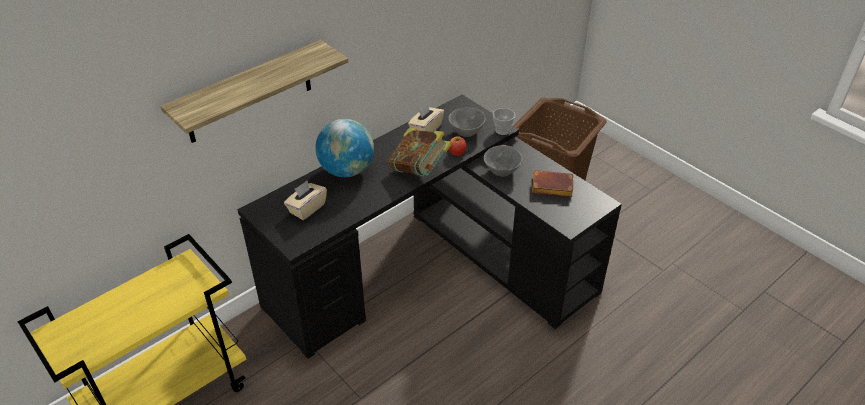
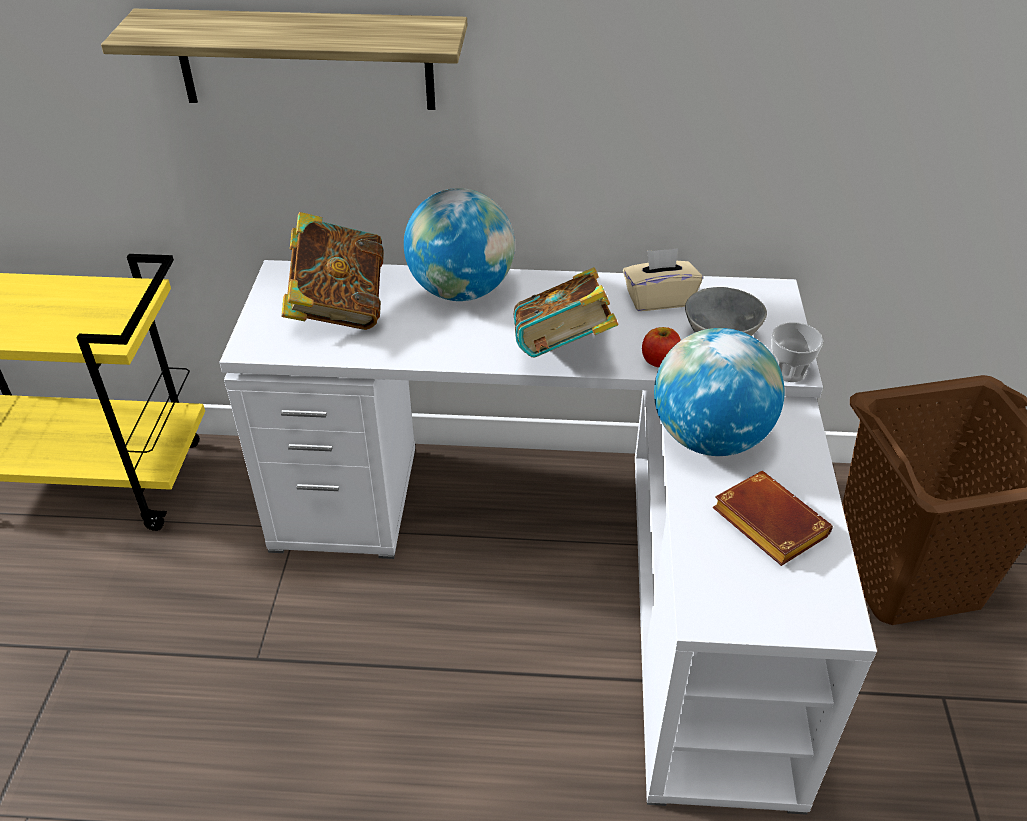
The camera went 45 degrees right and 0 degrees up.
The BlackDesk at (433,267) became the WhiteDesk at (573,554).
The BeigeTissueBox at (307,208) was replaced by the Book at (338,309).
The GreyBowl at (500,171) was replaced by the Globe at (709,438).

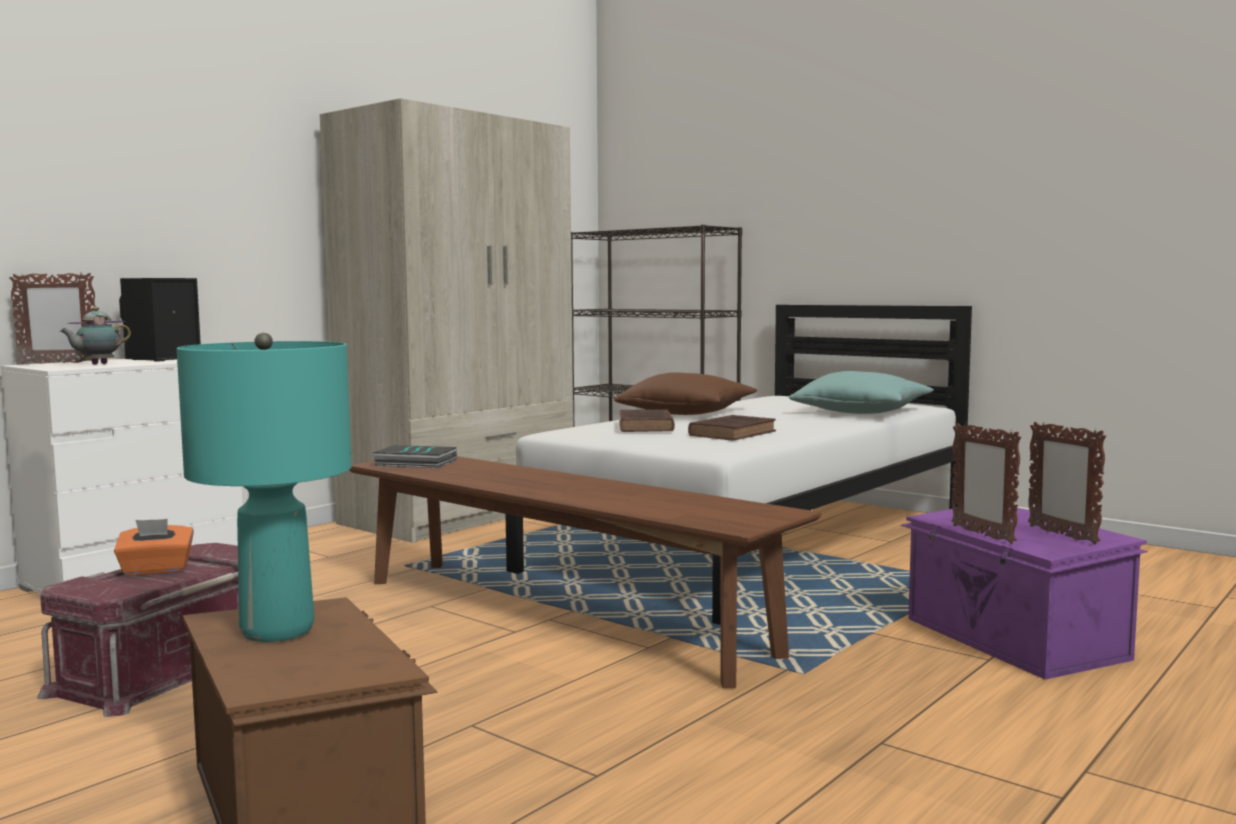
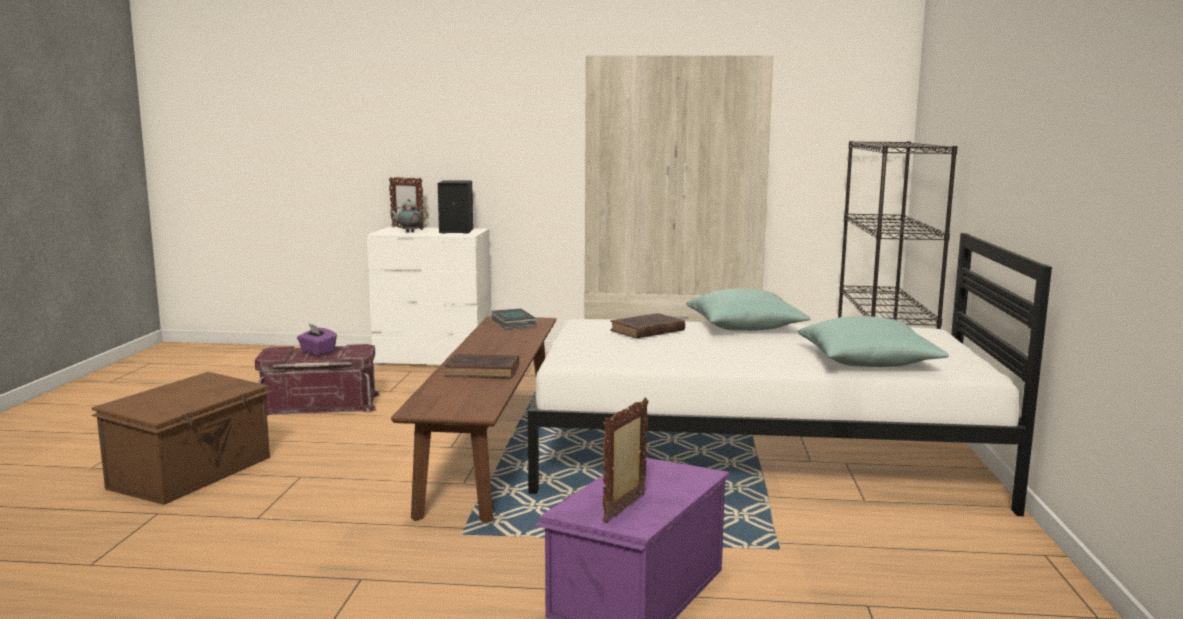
The camera went 55 degrees right and 5 degrees up.
The OrangeTissueBox at (156,570) became the PurpleTissueBox at (317,351).
The TurquoiseTableLamp at (278,630) disappeared.
The BrownPillow at (687,413) became the TurquoisePillow at (745,327).
The BrownBook moved from (734,433) to (484,371).
The PictureFrame at (982,534) disappeared.

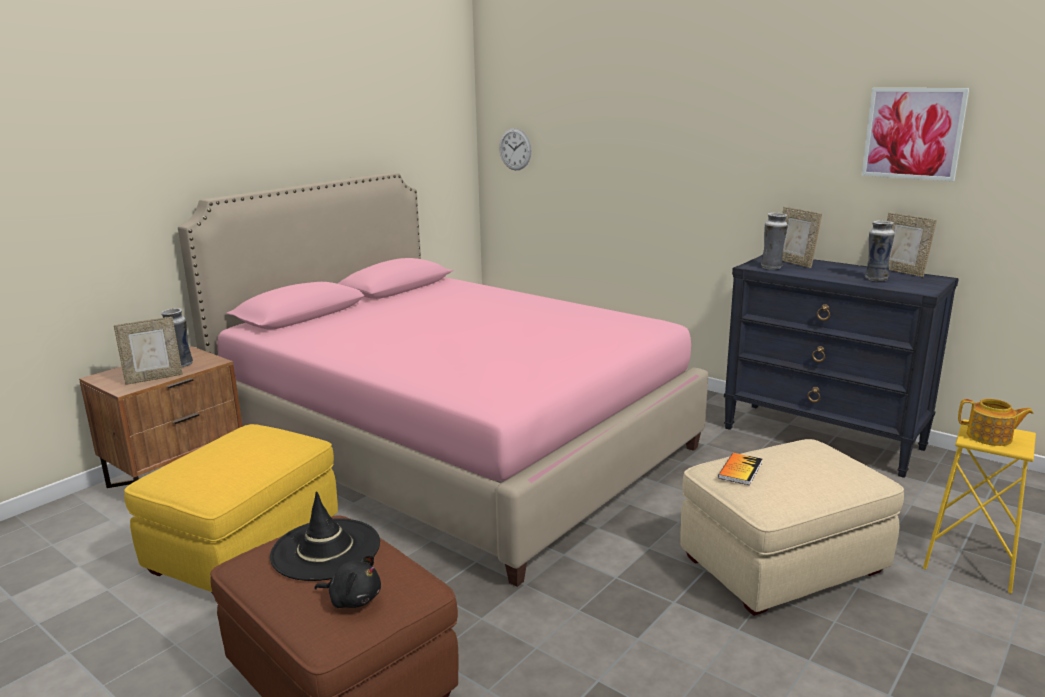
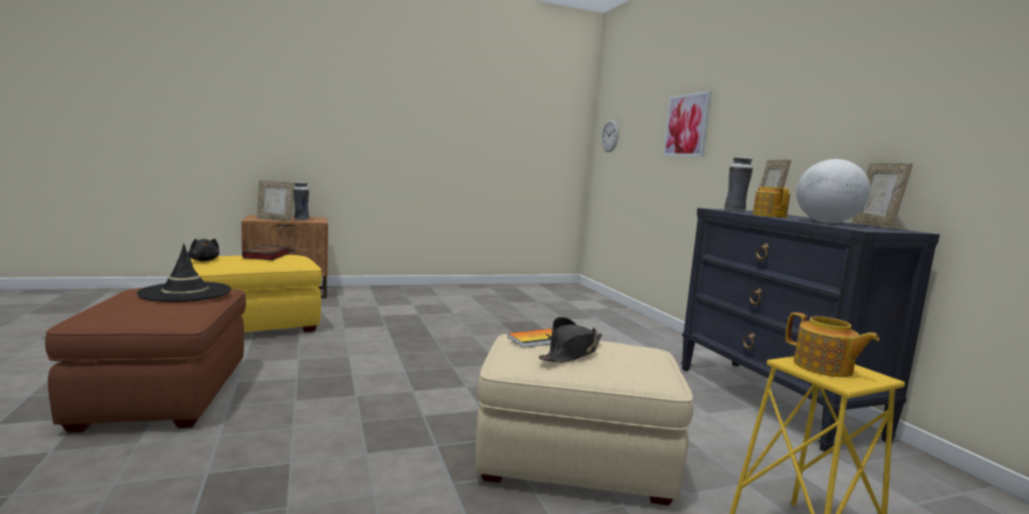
The camera went 30 degrees right and 10 degrees down.
The PinkBed at (453,445) disappeared.
The BlackPlushToy moved from (353,599) to (204,260).
The Picture moved from (913,133) to (687,125).
The Vase at (875,279) was replaced by the Globe at (827,222).
The Book at (267,256) appeared.
The BlackHat at (571,353) appeared.
The Teapot at (769,216) appeared.

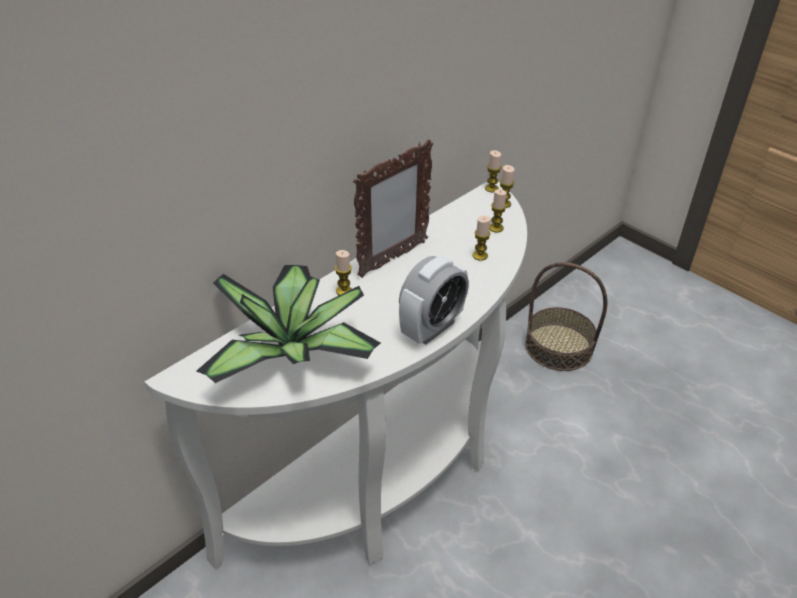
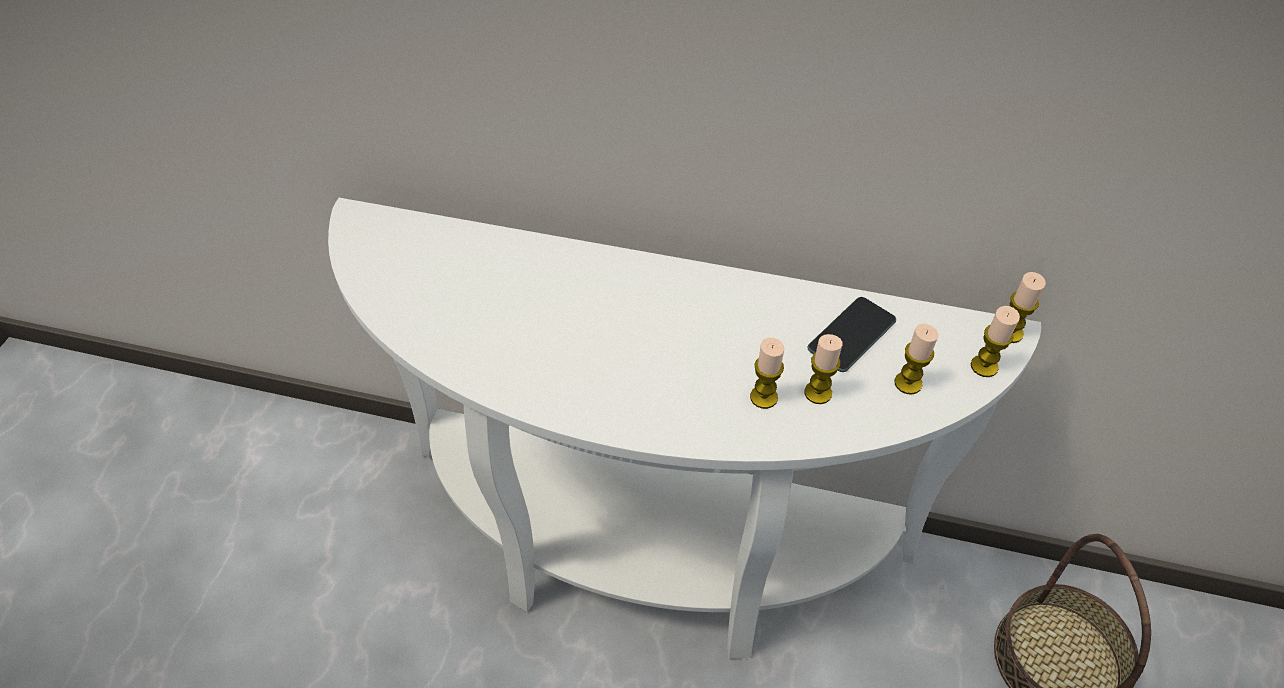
The camera went 60 degrees right and 10 degrees up.
The PottedPlant at (293,349) disappeared.
The Candle moved from (344,291) to (763,397).
The PictureFrame at (392,259) disappeared.
The AlarmClock at (431,328) disappeared.
The Phone at (851,335) appeared.

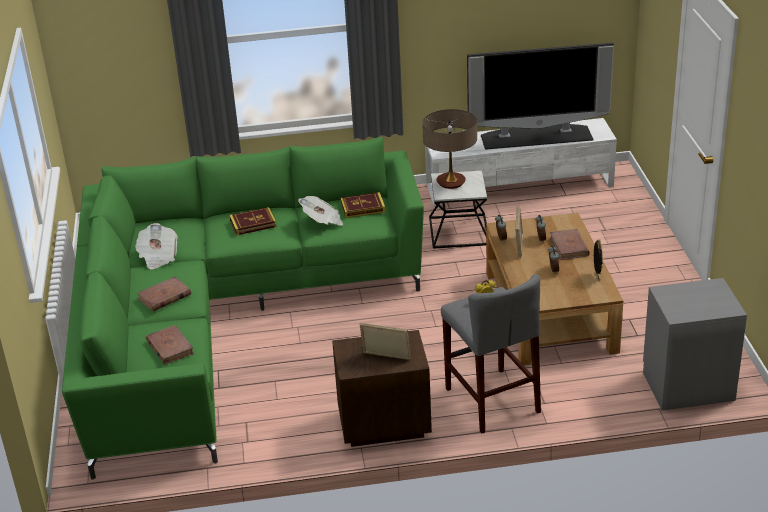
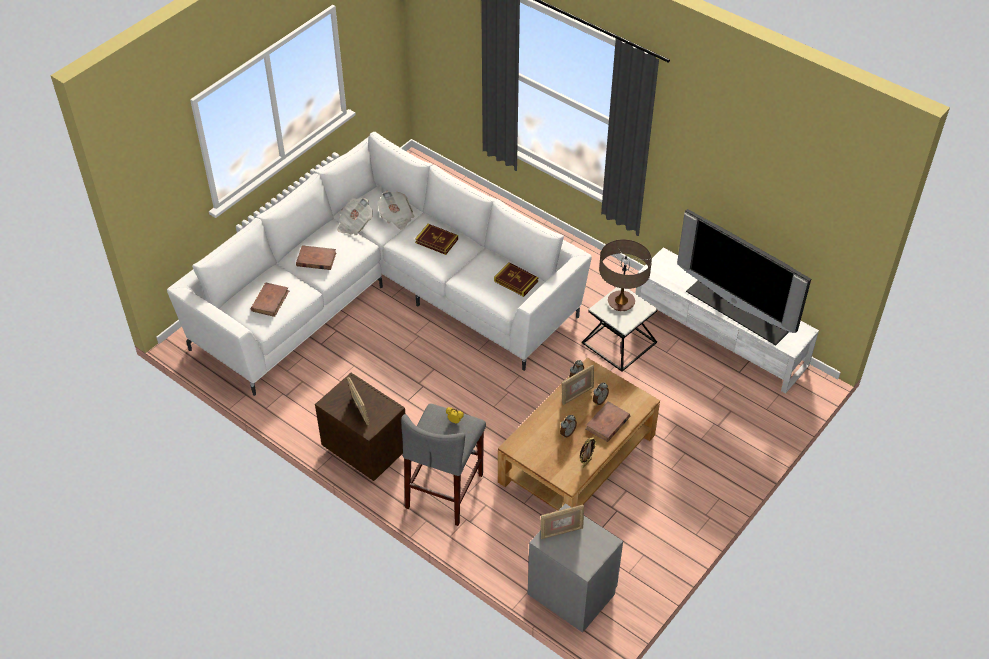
The camera went 45 degrees right and 15 degrees up.
The GreenSofa at (219,322) became the WhiteSofa at (383,294).
The Newspaper moved from (322,221) to (396,217).
The PictureFrame at (561,531) appeared.

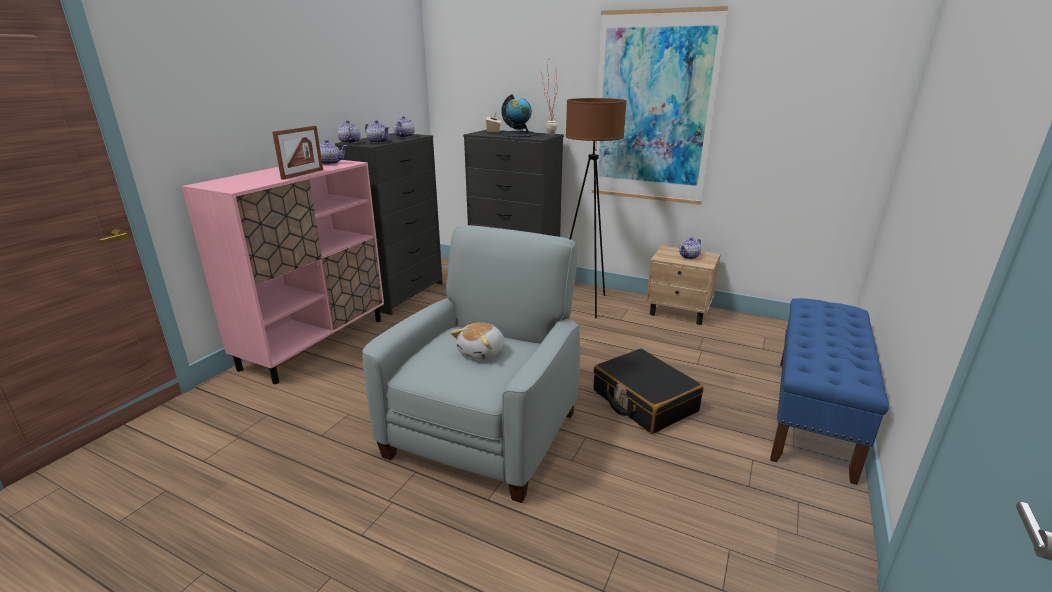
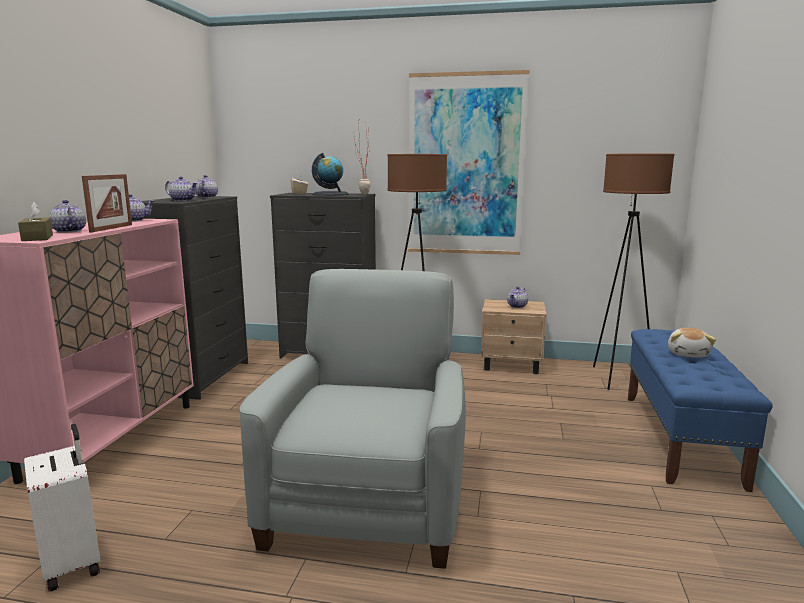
The camera went 15 degrees left and 10 degrees down.
The Teapot moved from (349,142) to (68,231).
The PlushToy moved from (482,352) to (688,354).
The BlackSuitcase at (643,401) disappeared.
The BrownTissueBox at (37,238) appeared.
The WhiteSuitcase at (74,564) appeared.
The BrownFloorLamp at (617,378) appeared.

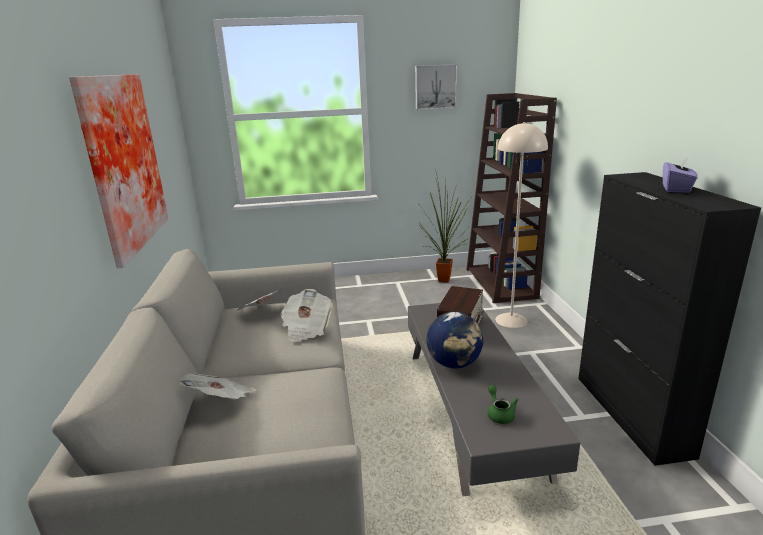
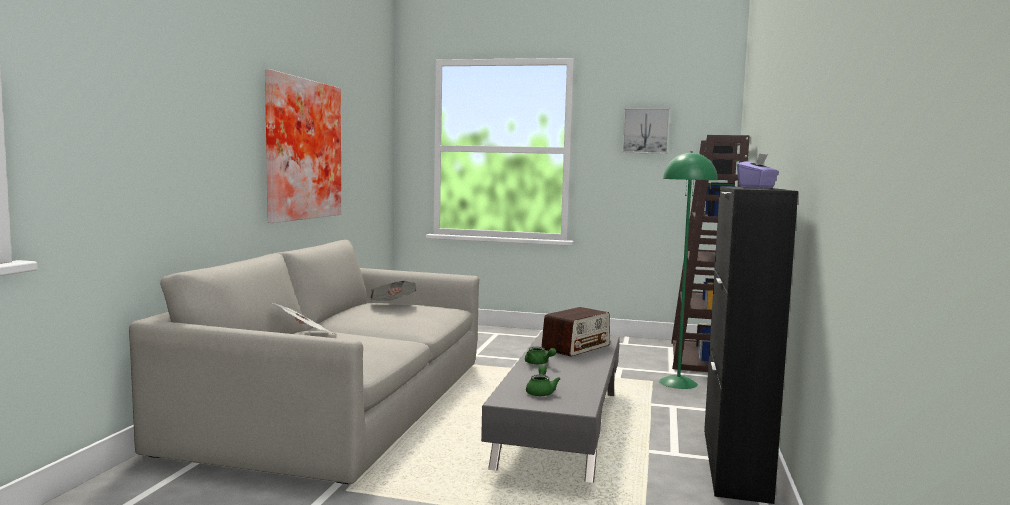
The camera went 20 degrees right and 15 degrees down.
The Newspaper at (306,328) disappeared.
The PottedPlant at (445,279) disappeared.
The Globe at (454,364) was replaced by the GreenTeapot at (538,363).
The BeigeFloorLamp at (510,320) became the GreenFloorLamp at (677,382).

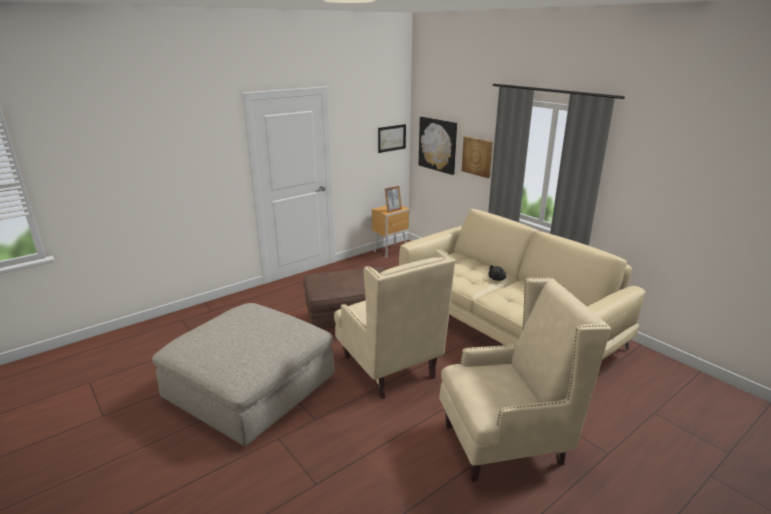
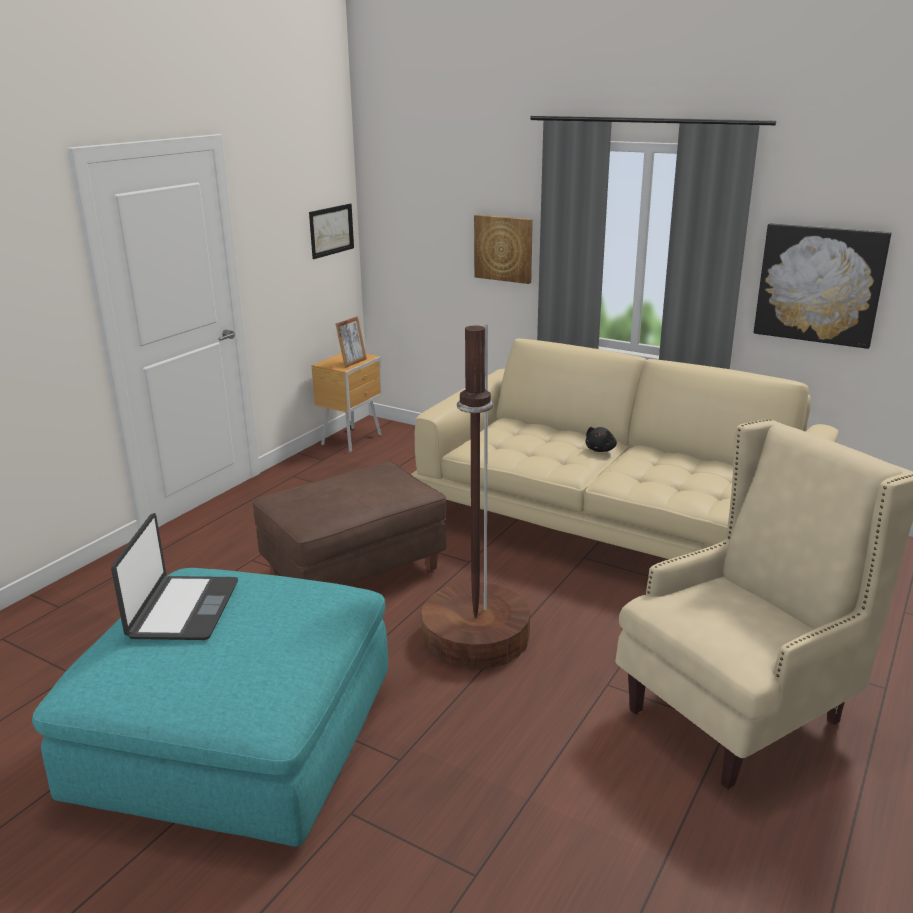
The camera went 20 degrees left and 0 degrees up.
The BeigeOttoman at (251,388) became the TurquoiseOttoman at (237,735).
The BeigeArmchair at (389,368) was replaced by the BrownFloorLamp at (475,637).
The Picture moved from (438,145) to (819,284).
The Laptop at (182,609) appeared.

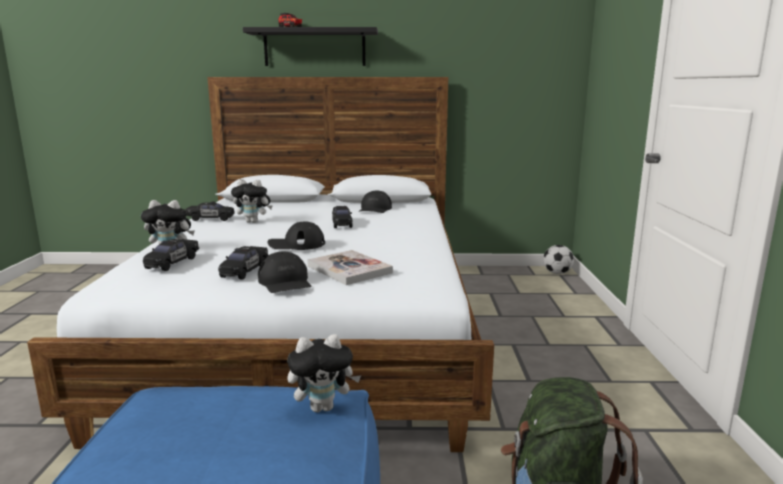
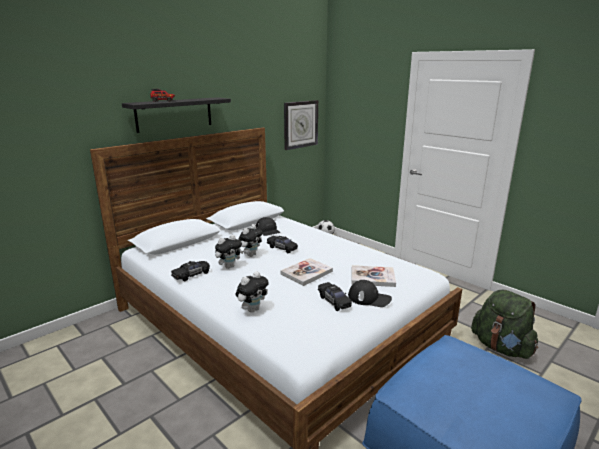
The camera went 45 degrees left and 5 degrees up.
The BlackToyCar at (172,263) disappeared.
The BlackCap at (296,244) was replaced by the Book at (306,273).
The PlushToy moved from (323,407) to (250,255).
The WallClock at (300,124) appeared.

